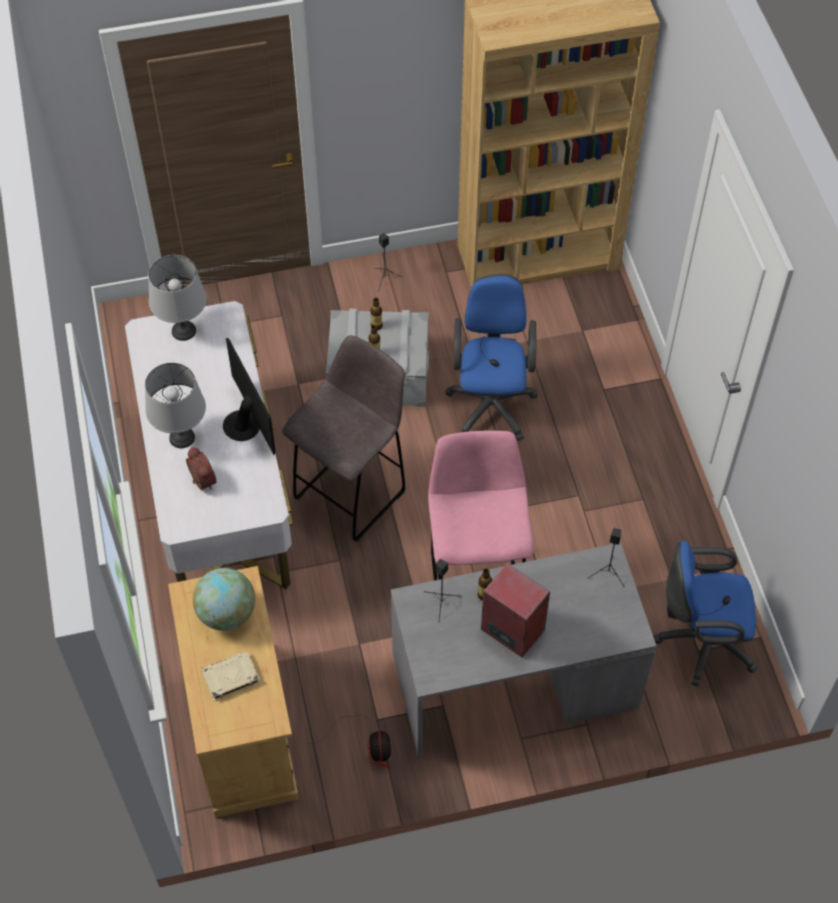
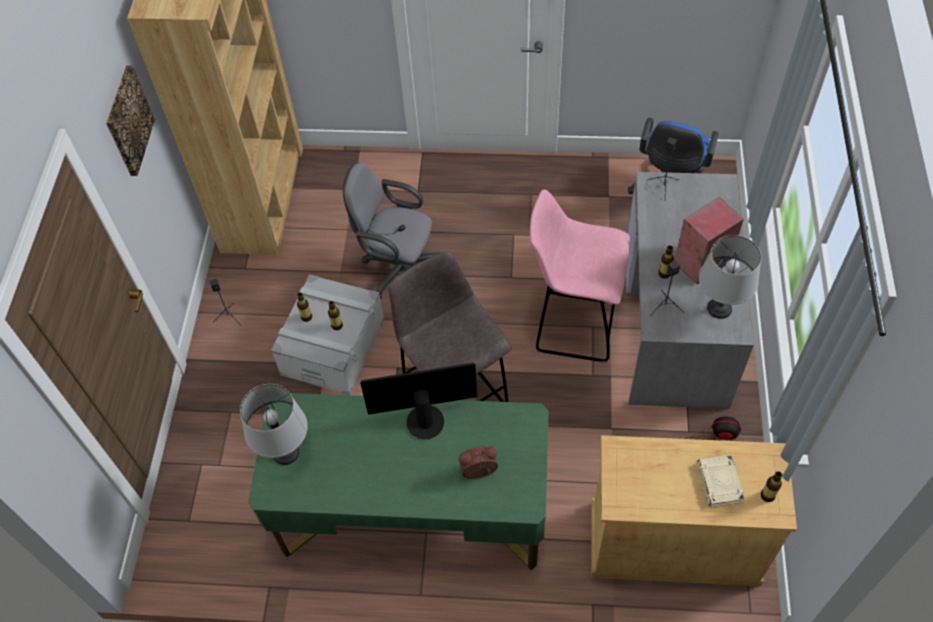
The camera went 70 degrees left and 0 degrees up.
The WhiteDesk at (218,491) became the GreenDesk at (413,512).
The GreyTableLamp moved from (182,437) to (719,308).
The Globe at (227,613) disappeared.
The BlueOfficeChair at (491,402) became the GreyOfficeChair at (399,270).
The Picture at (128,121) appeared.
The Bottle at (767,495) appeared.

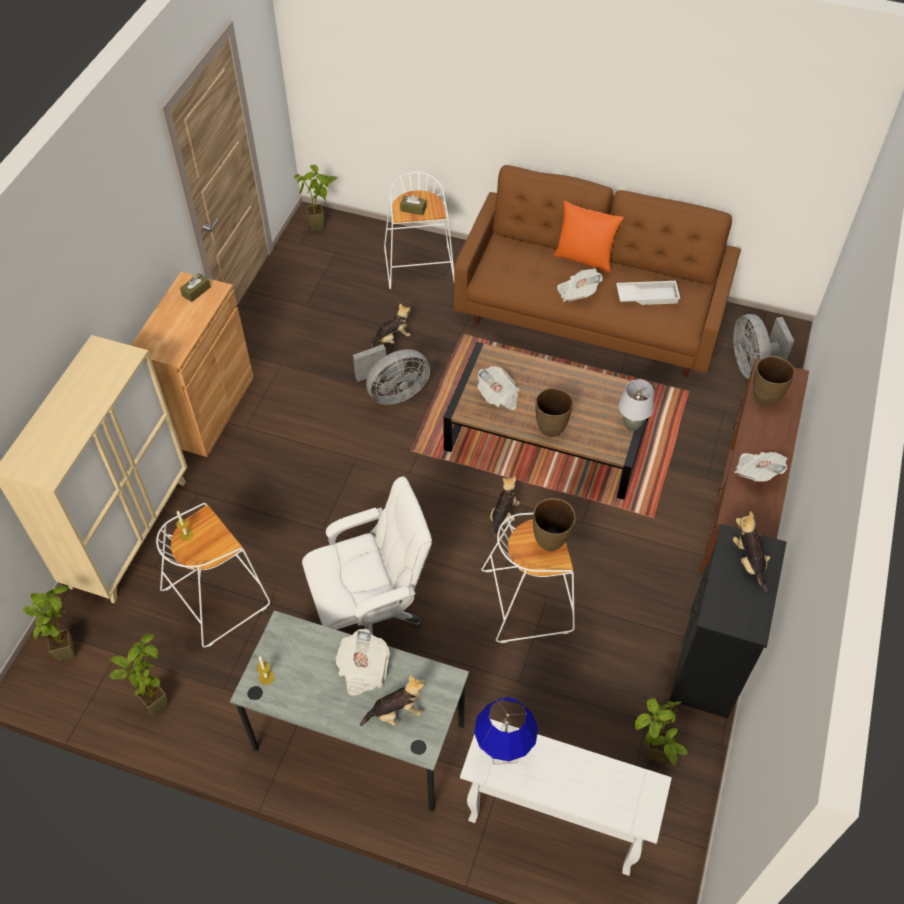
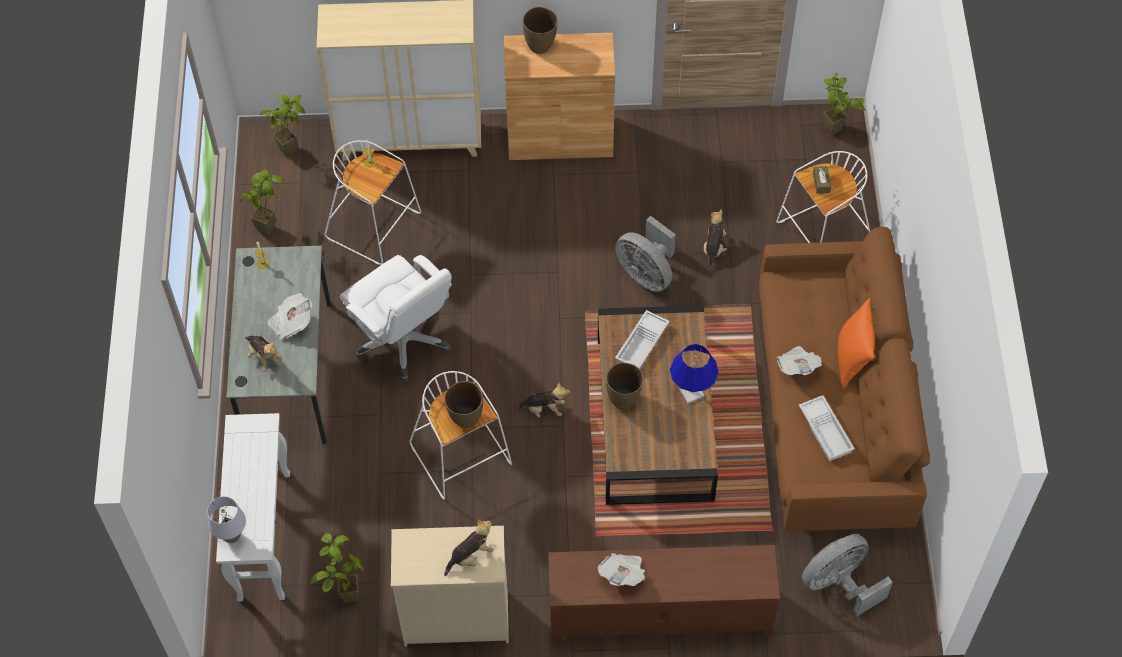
The camera went 70 degrees right and 5 degrees up.
The BrownTissueBox at (196,291) disappeared.
The PlushToy at (392,339) turned 120 degrees counterclockwise.
The BlueTableLamp moved from (504,751) to (691,392).
The Newspaper at (498,396) was replaced by the WhiteTray at (642,344).
The GreyTableLamp moved from (631,426) to (232,537).
The BlackDresser at (707,662) became the BeigeDresser at (455,618).
The BrownVase moved from (765,397) to (540,46).

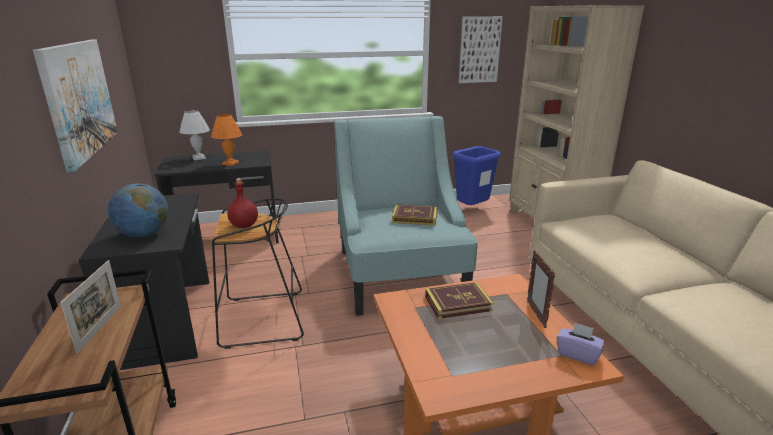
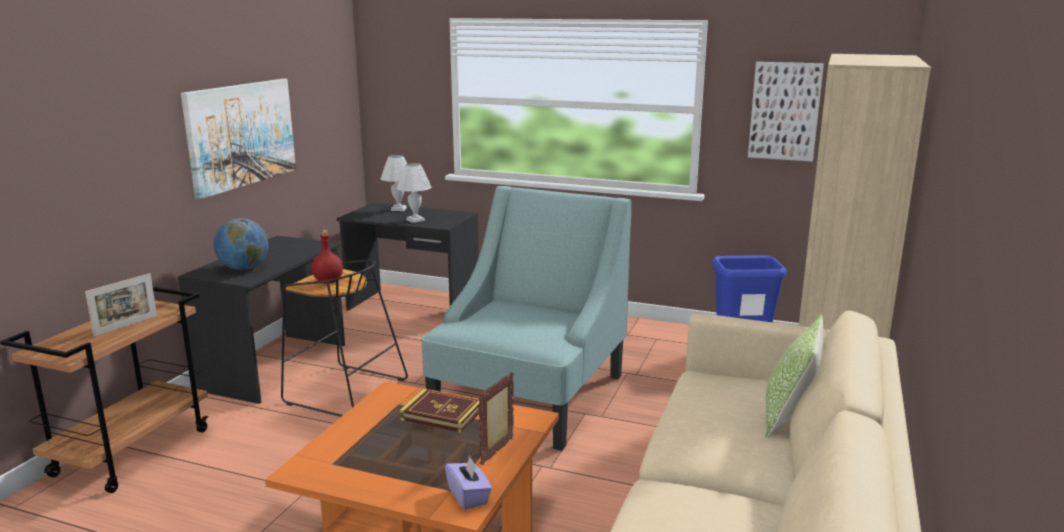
The camera went 35 degrees right and 5 degrees down.
The OrangeTableLamp at (230,163) became the WhiteTableLamp at (415,220).
The Book at (415,218) disappeared.
The Pillow at (788,416) appeared.

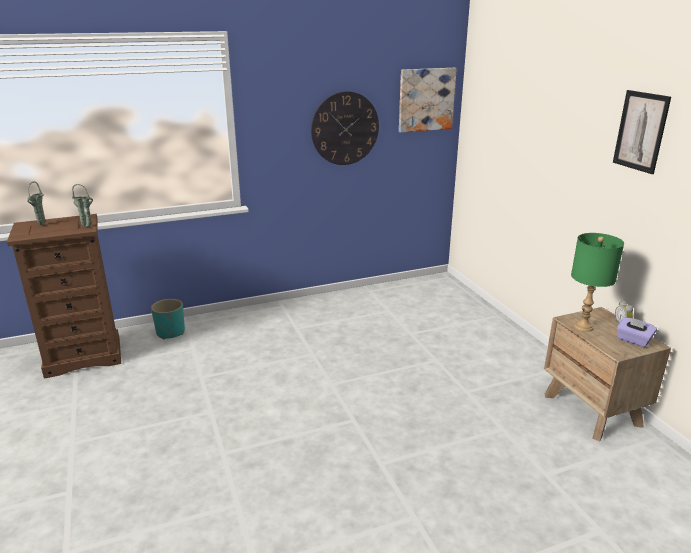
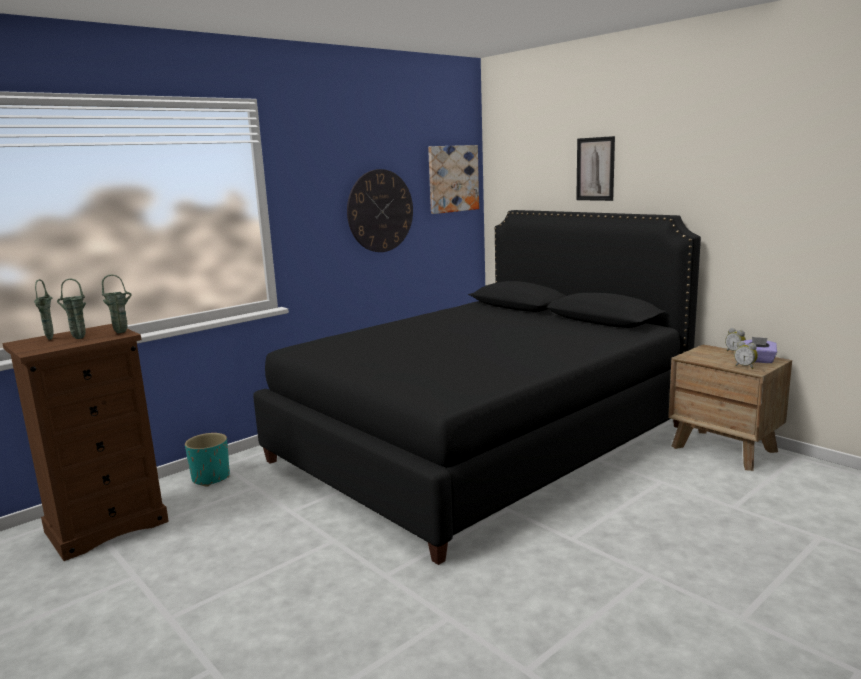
The camera went 20 degrees left and 10 degrees down.
The GreenTableLamp at (583,327) disappeared.
The Picture moved from (641,131) to (595,169).
The GreenVase at (77,338) appeared.
The BlackBed at (481,443) appeared.
The AlarmClock at (745,366) appeared.

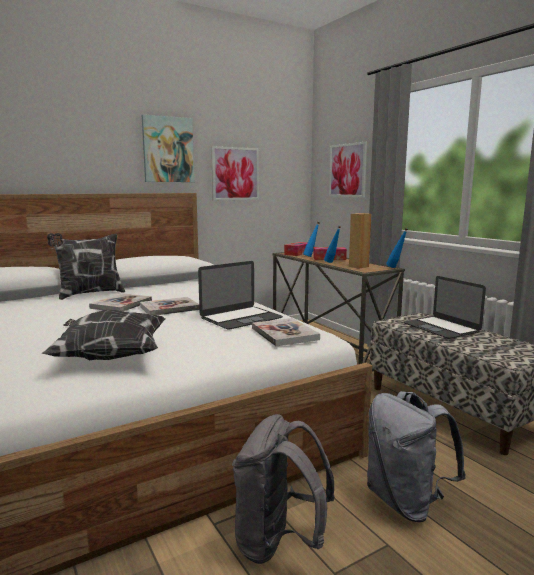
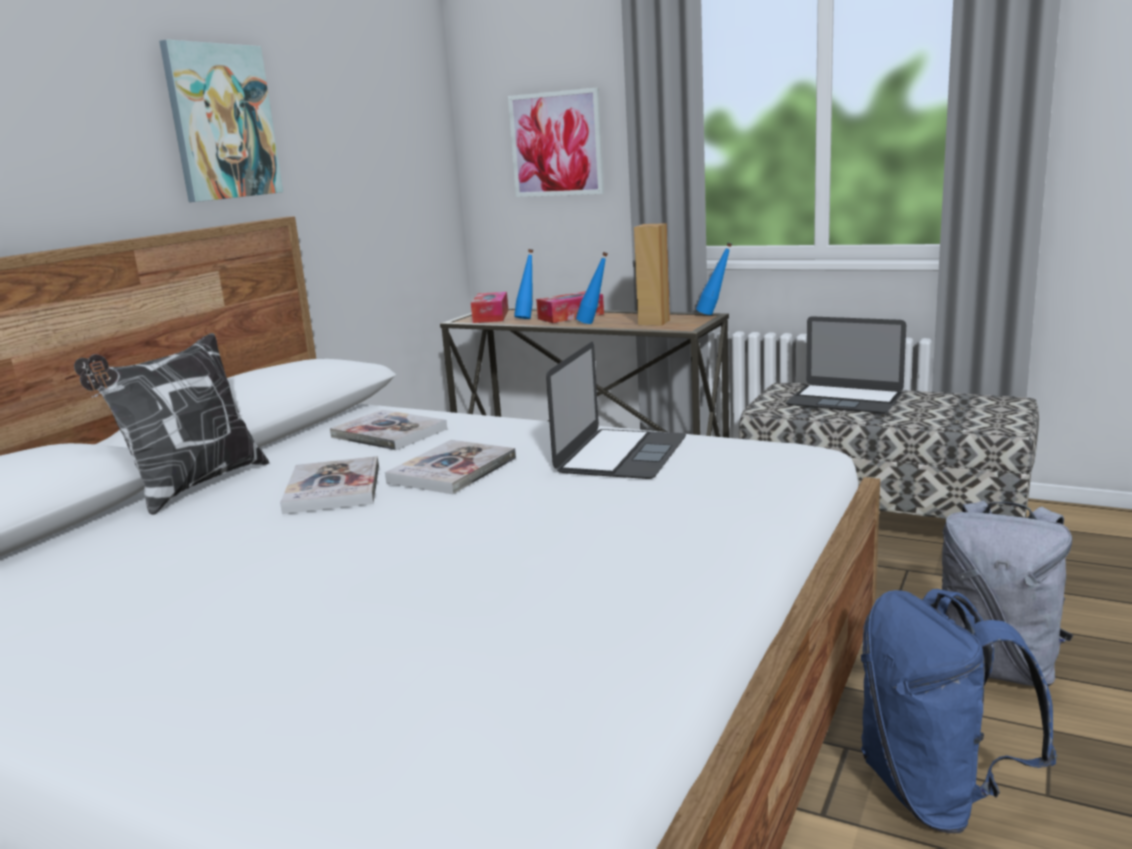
The camera went 30 degrees left and 5 degrees up.
The Pillow at (110,357) disappeared.
The Picture at (235,174) disappeared.
The GreyBackpack at (278,543) became the BlueBackpack at (937,794).
The Book moved from (284,334) to (389,433).

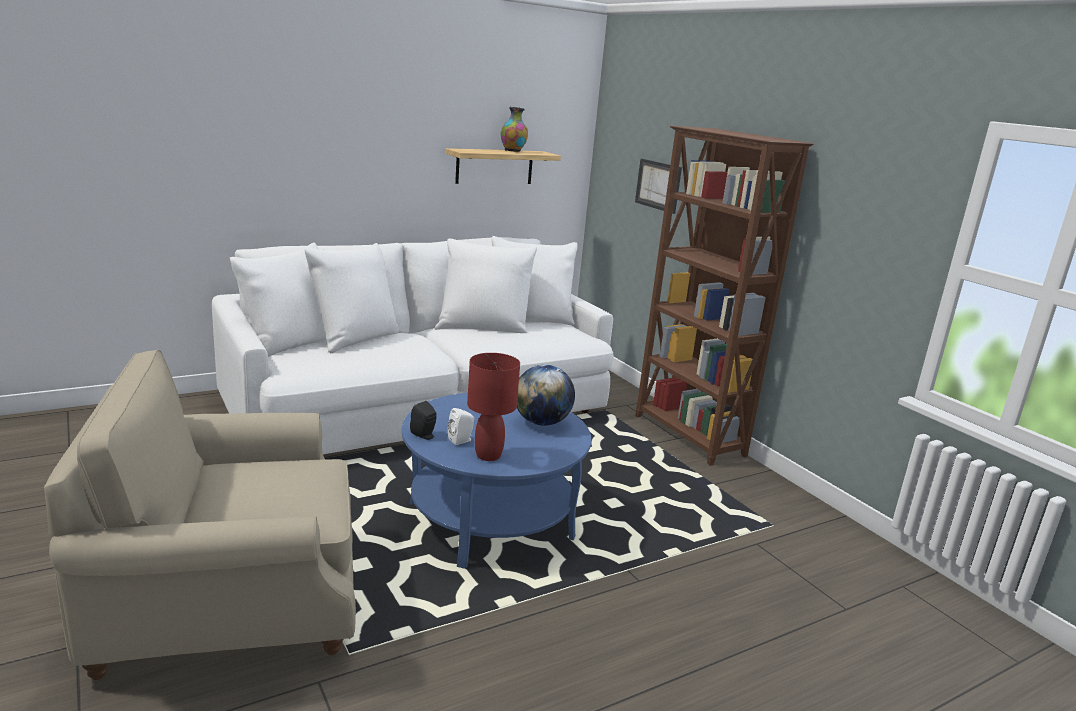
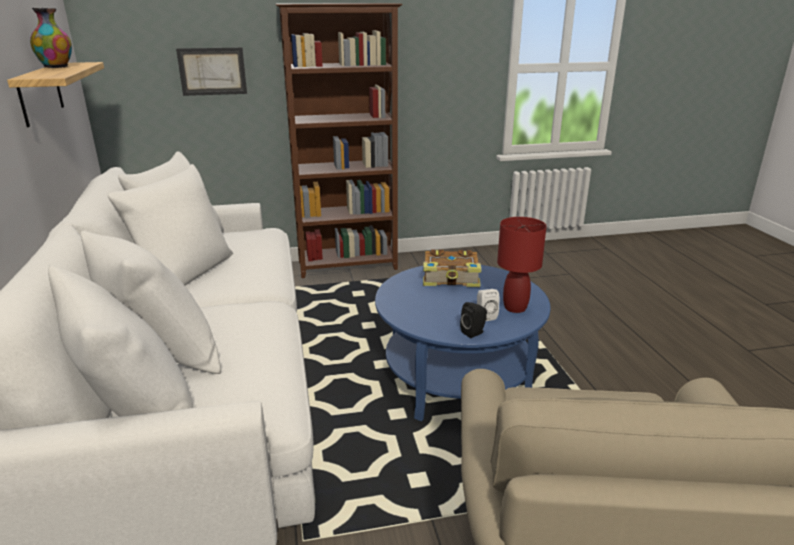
The camera went 70 degrees left and 5 degrees up.
The Globe at (541,422) was replaced by the Book at (451,278).

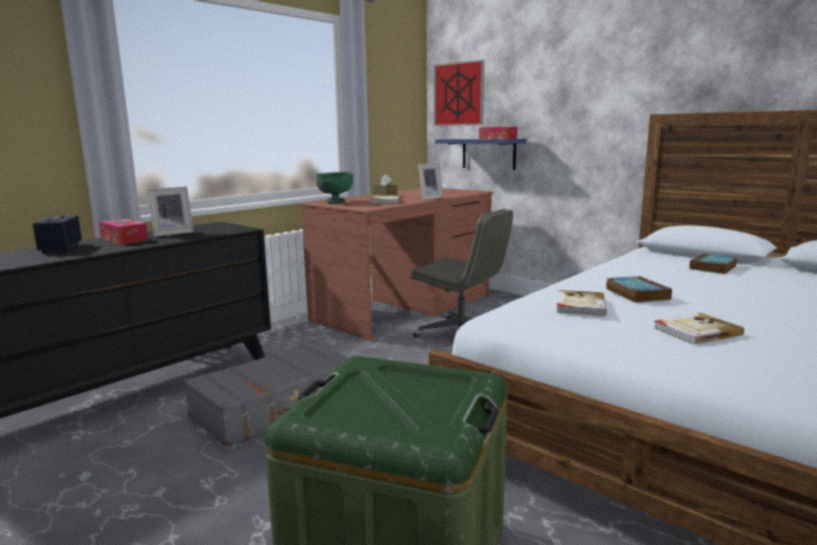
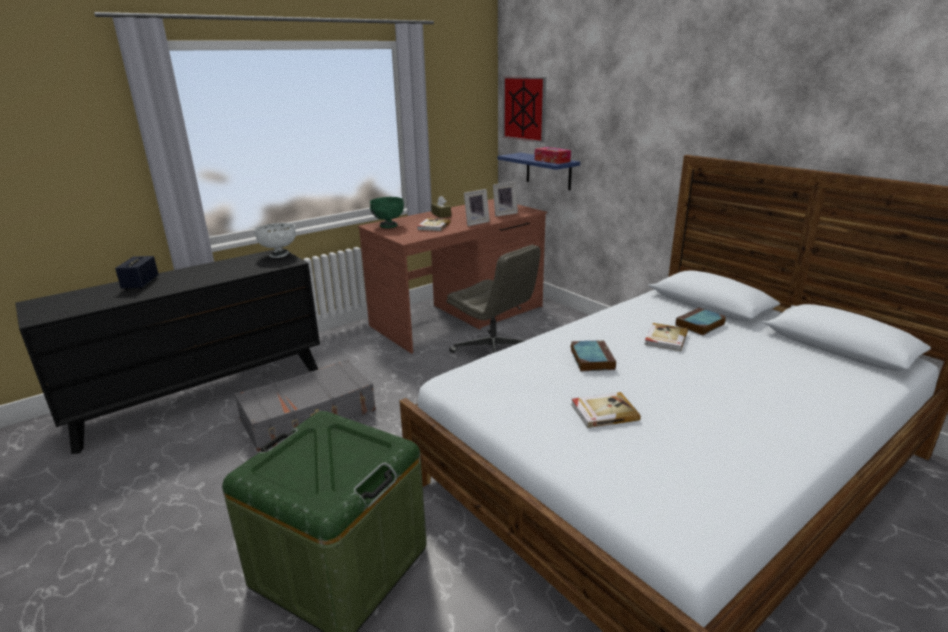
The camera went 10 degrees right and 10 degrees up.
The TissueBox at (124,239) disappeared.
The PictureFrame moved from (172,233) to (504,214).
The Book moved from (579,305) to (665,339).
The WhiteBowl at (279,255) appeared.

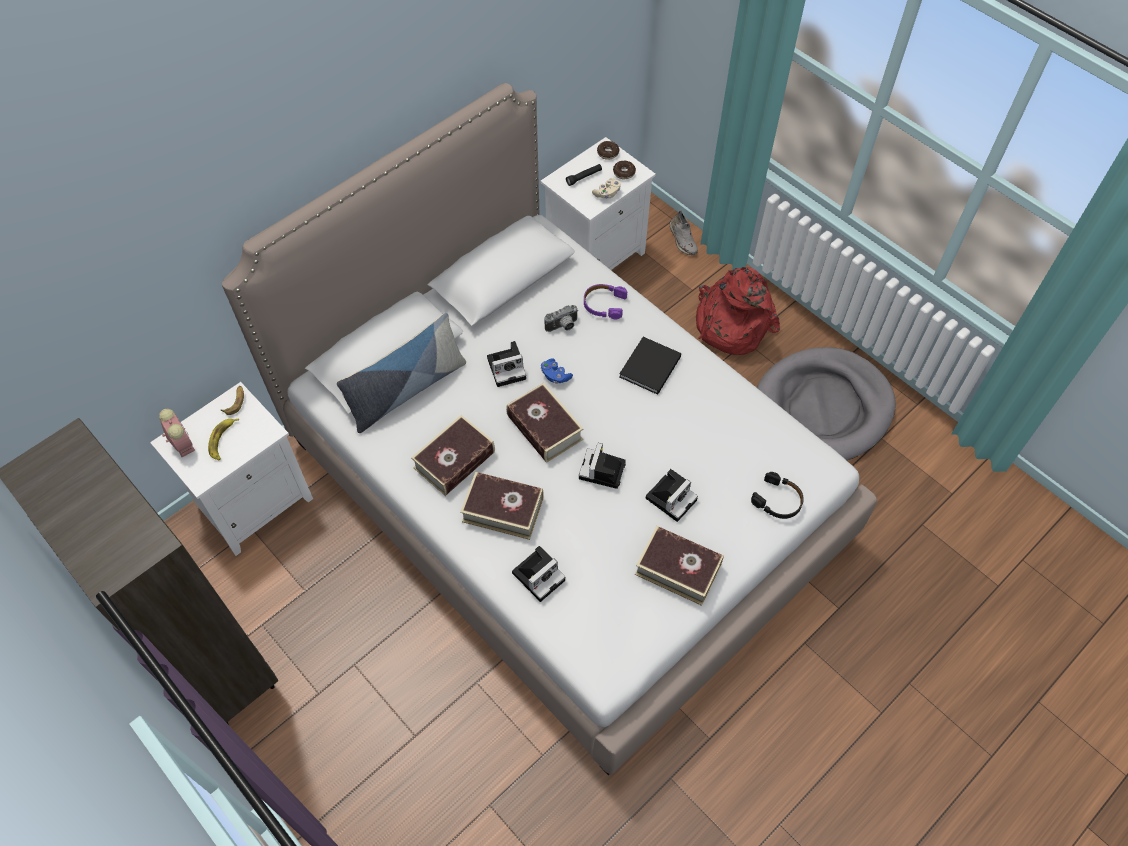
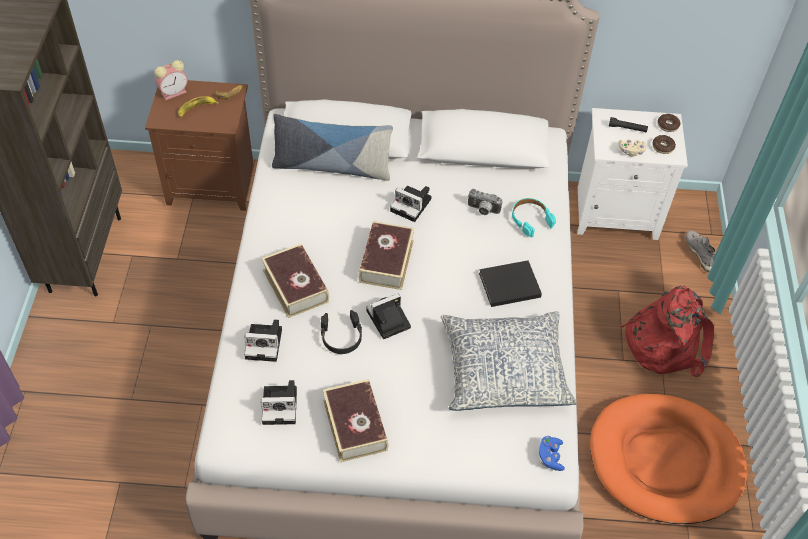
The camera went 45 degrees right and 5 degrees down.
The WhiteNightstand at (255,501) became the BrownNightstand at (213,183).
The AlarmClock at (182,443) turned 45 degrees clockwise.
The Book at (454,460) disappeared.
The BlueGameController moved from (555,376) to (550,457).
The PurpleHeadphones at (604,304) became the TurquoiseHeadphones at (530,219).
The PhotoCamera moved from (671,497) to (281,405).
The GreyShoe at (682,240) turned 135 degrees clockwise.
The BlackHeadphones moved from (778,500) to (341,336).
The GreyDogBed at (823,408) became the OrangeDogBed at (665,461).
The Pillow at (504,370) appeared.

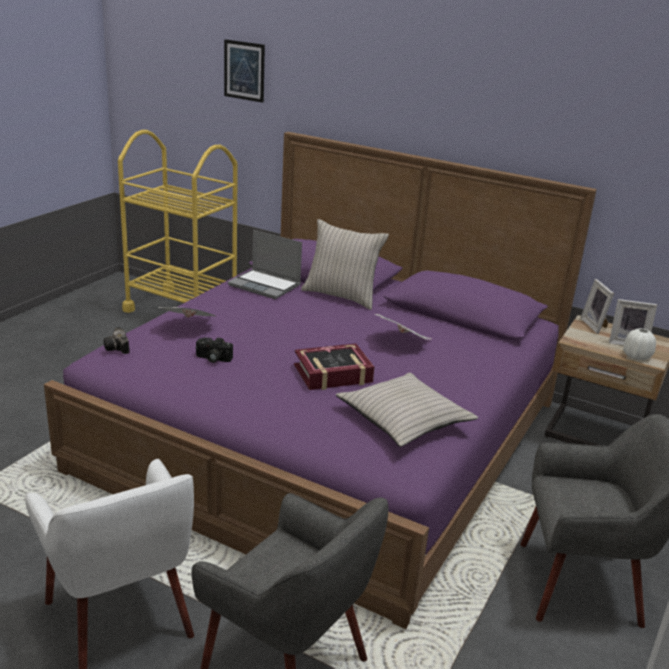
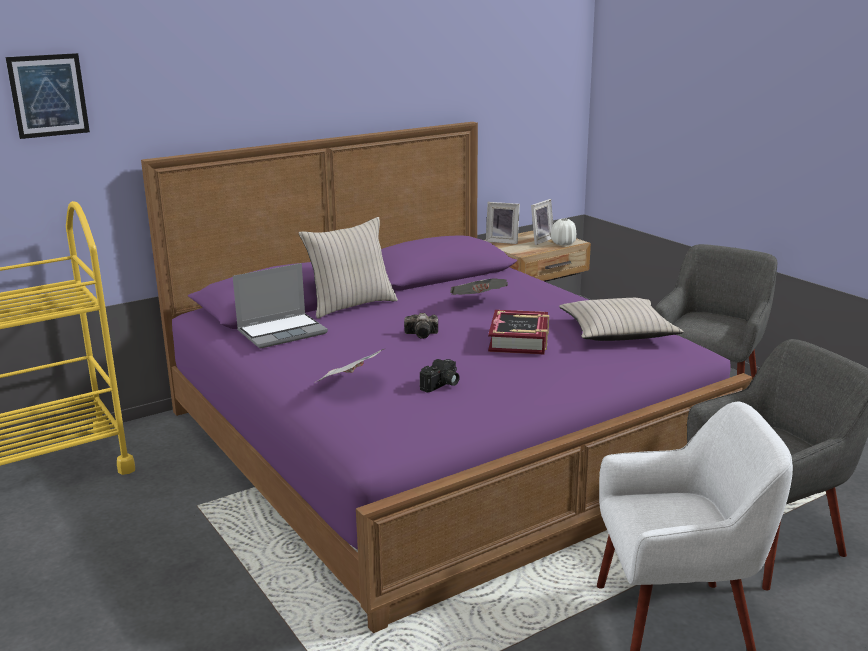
The camera went 60 degrees left and 5 degrees down.
The PhotoCamera moved from (118,348) to (423,334).

